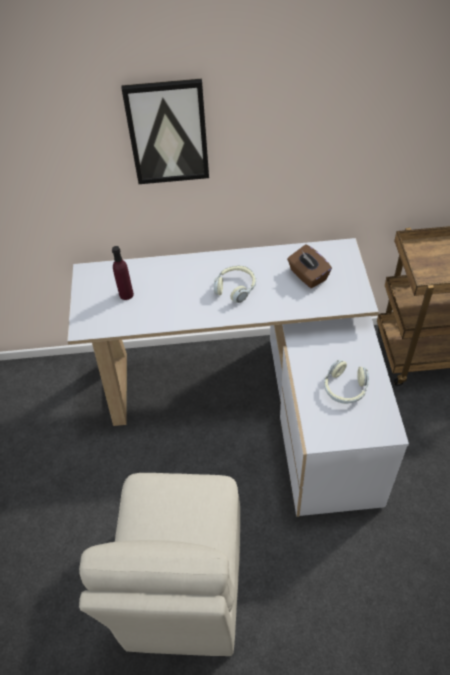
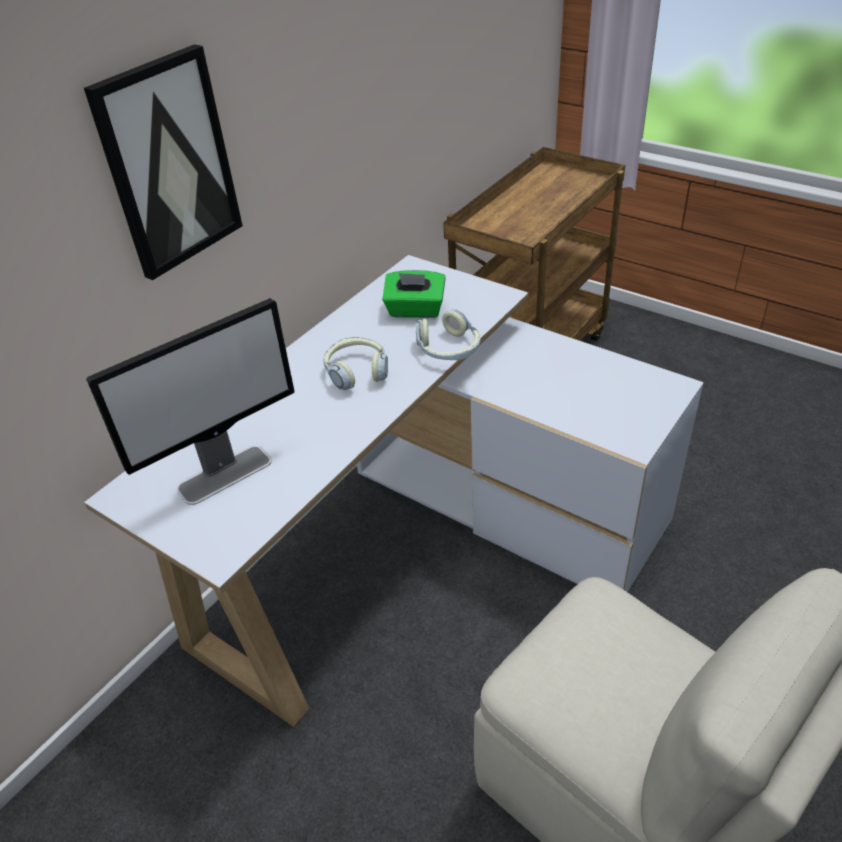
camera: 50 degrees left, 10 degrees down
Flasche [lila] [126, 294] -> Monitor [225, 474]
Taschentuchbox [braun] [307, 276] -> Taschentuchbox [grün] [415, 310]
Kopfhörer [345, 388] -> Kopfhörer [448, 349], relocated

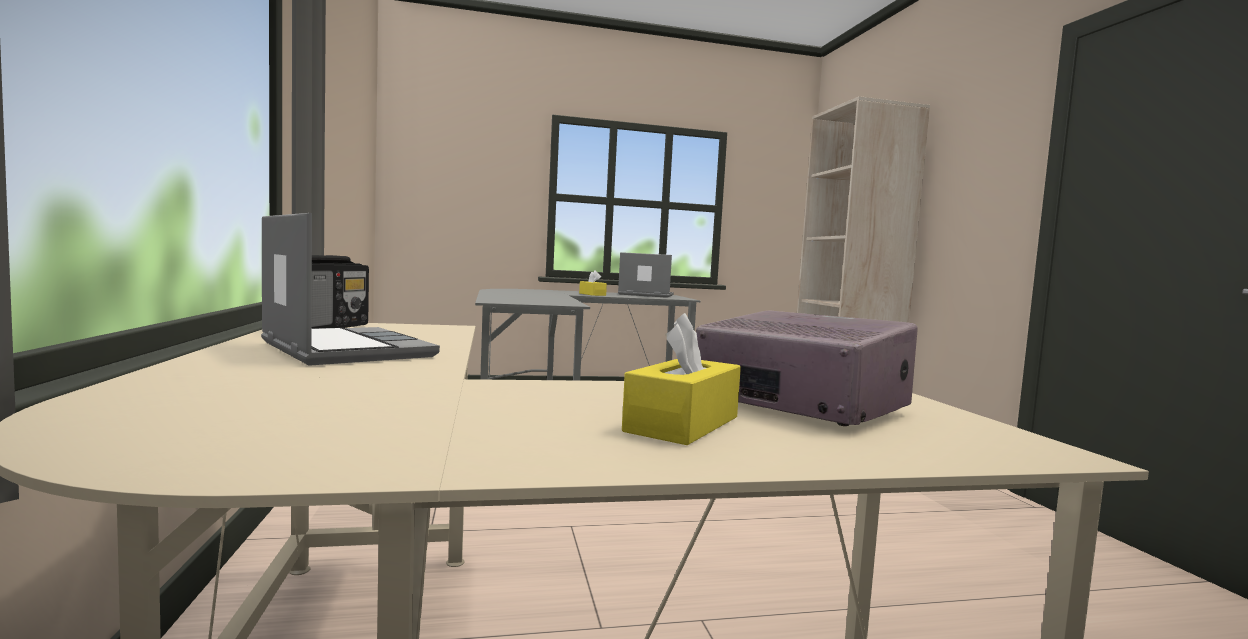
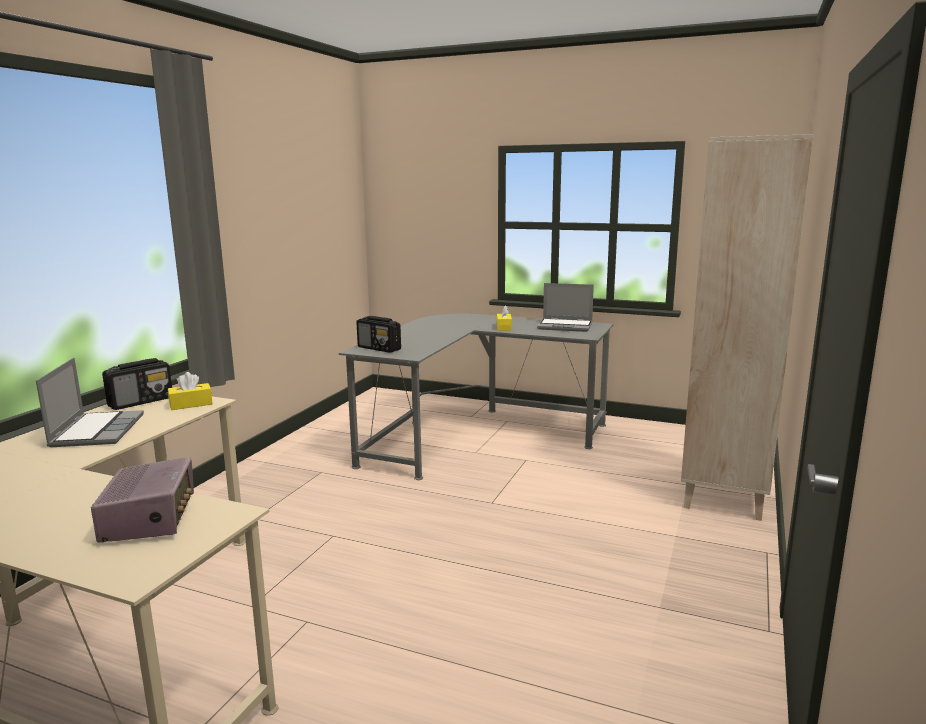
camera: 35 degrees right, 10 degrees up
Taschentuchbox [gelb] [682, 424] -> Taschentuchbox [gelb] [191, 404], relocated
none -> Radio [379, 348]
Laptop [645, 295] -> Laptop [566, 326], 150 degrees clockwise

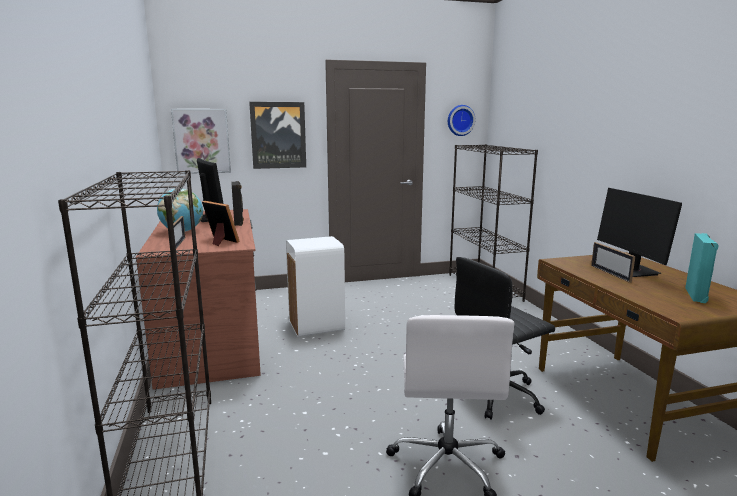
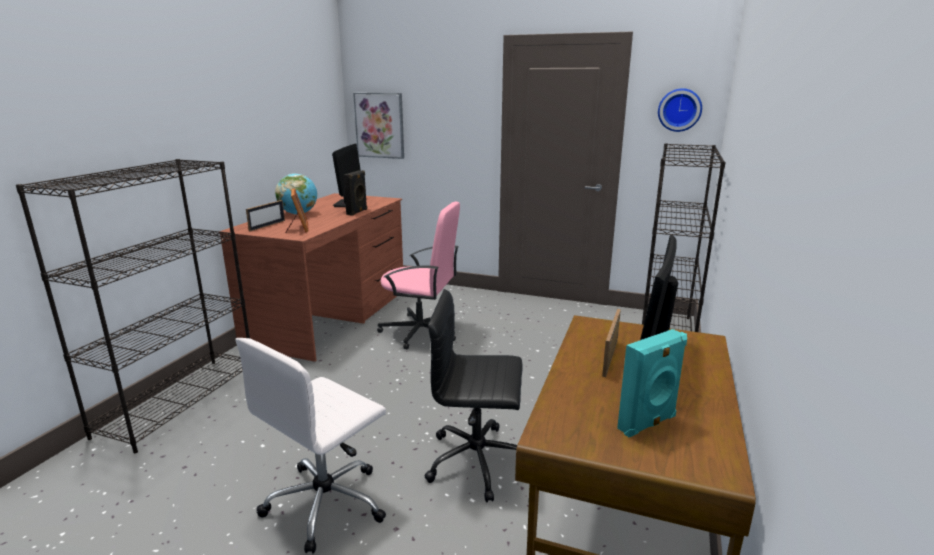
camera: 35 degrees right, 5 degrees up
Mülleimer [weiß] [317, 326] -> Bürostuhl [rosa] [421, 331]
Bild [278, 135] -> none

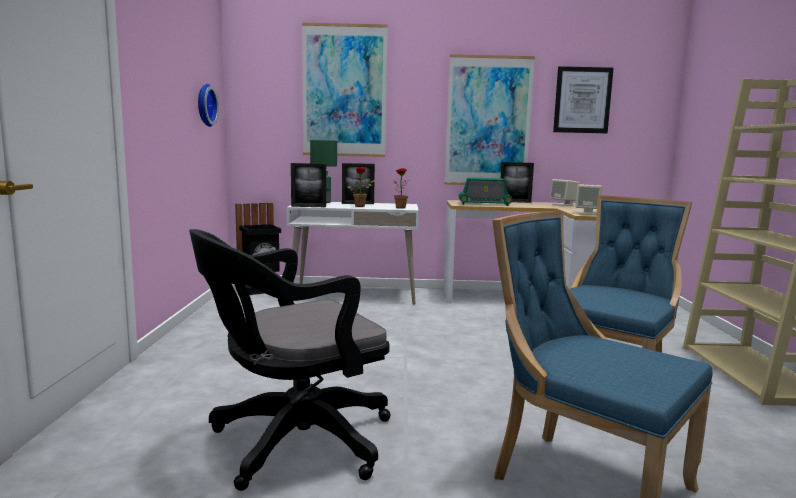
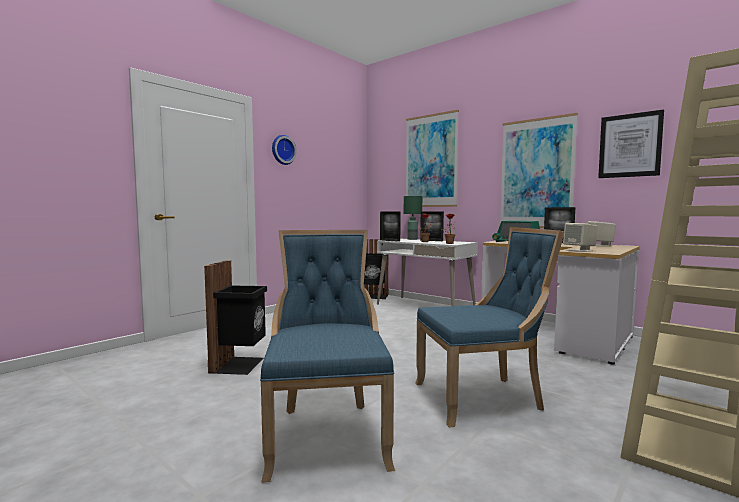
camera: 40 degrees right, 5 degrees down
Bürostuhl [schwarz] [293, 443] -> Mülleimer [schwarz] [240, 365]
Wanduhr [204, 105] -> Wanduhr [282, 150], relocated

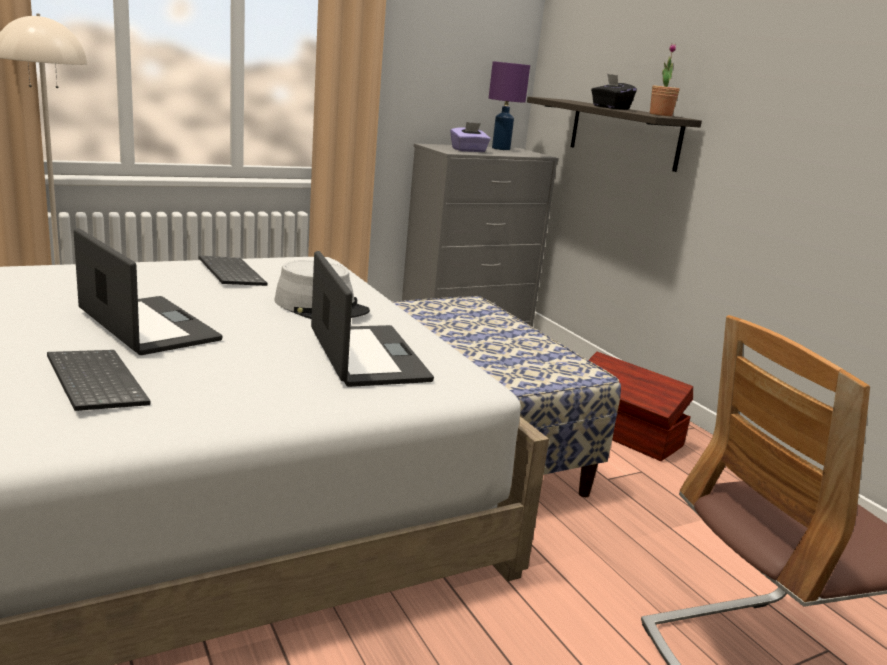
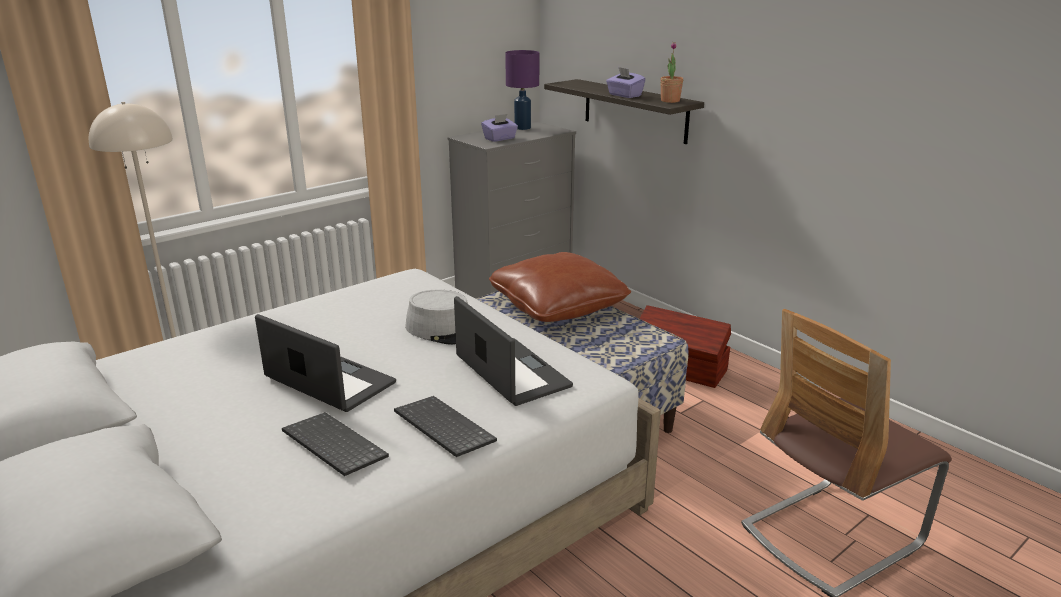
camera: 10 degrees left, 5 degrees up
Tastatur [229, 273] -> Tastatur [441, 428], relocated
none -> Kissen [braun] [558, 306]
Taschentuchbox [schwarz] [610, 108] -> Taschentuchbox [lila] [624, 95]

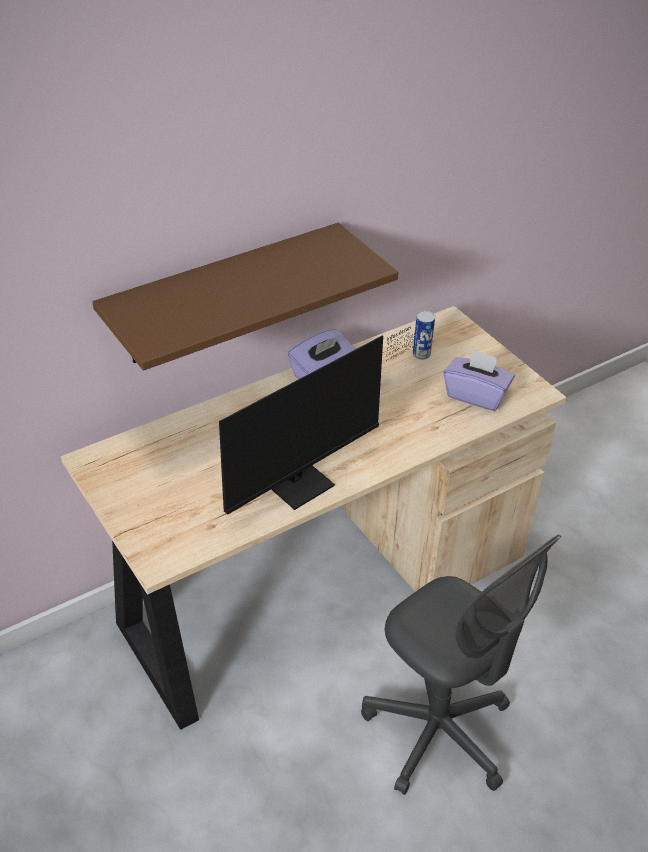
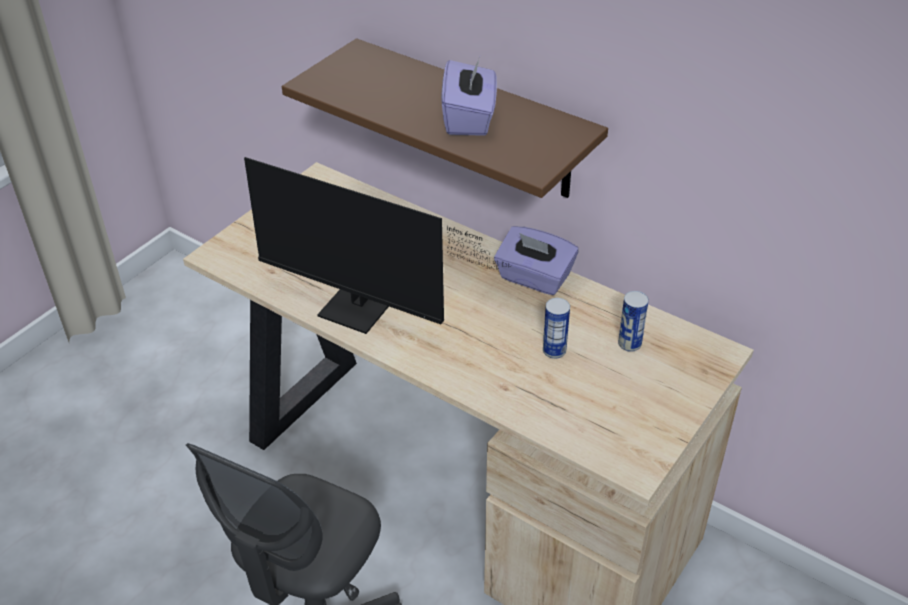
camera: 70 degrees right, 0 degrees up
Taschentuchbox [lila] [476, 395] -> Taschentuchbox [lila] [469, 118], relocated
none -> Dose [554, 351]

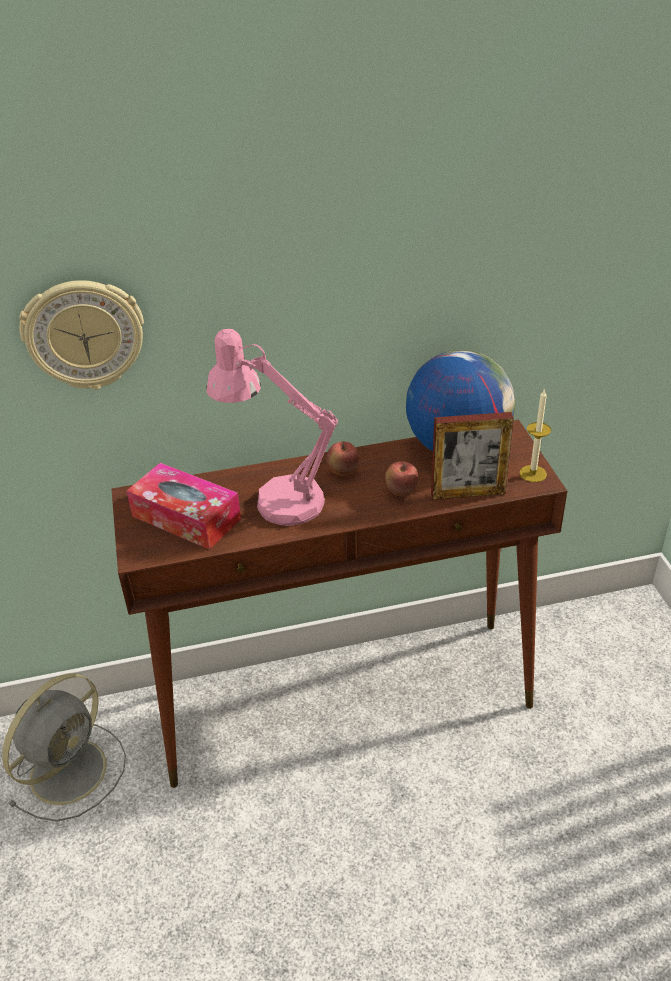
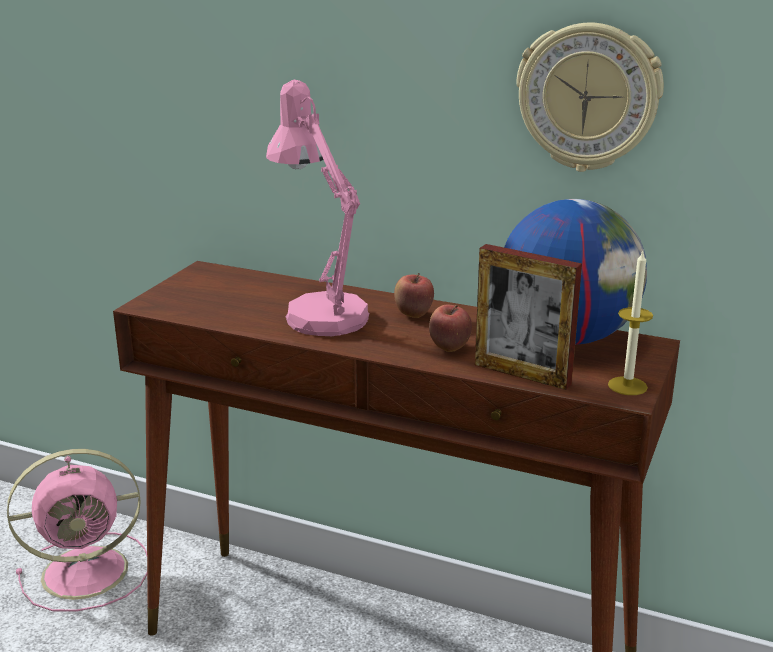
camera: 35 degrees right, 15 degrees down
Ventilator [grau] [71, 769] -> Ventilator [rosa] [89, 571]
Wanduhr [84, 334] -> Wanduhr [588, 97], relocated
Taschentuchbox [186, 517] -> none

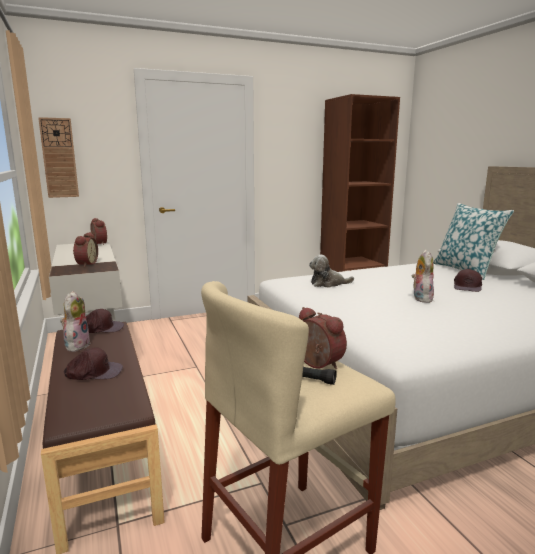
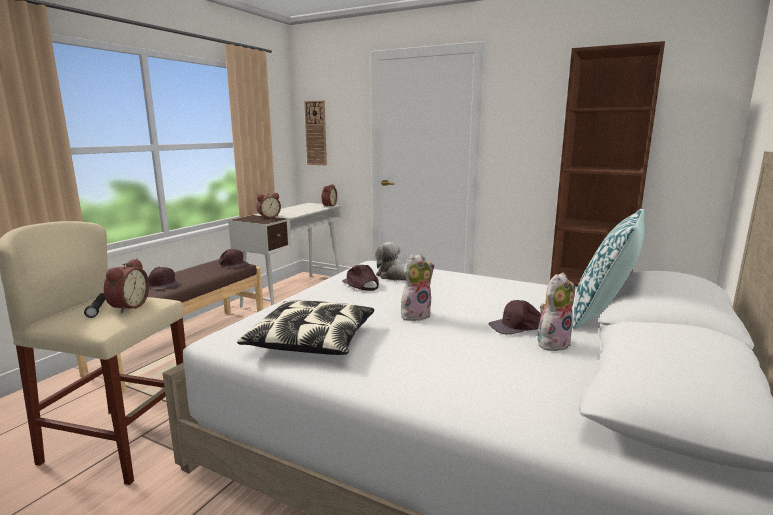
camera: 50 degrees right, 0 degrees up
none -> Kissen [312, 340]
none -> Kappe [braun] [360, 284]
Plüschtier [76, 345] -> Plüschtier [552, 343], relocated

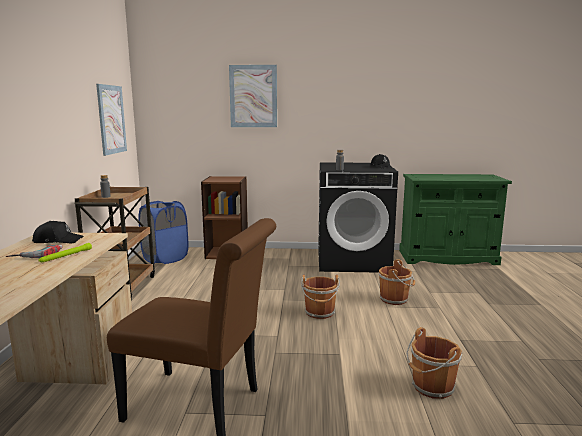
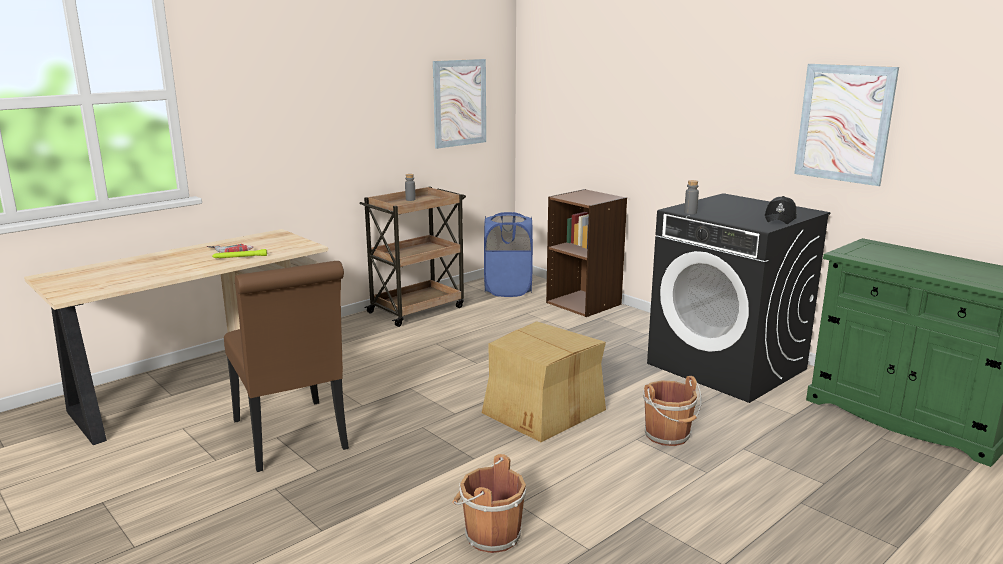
camera: 45 degrees right, 5 degrees up
Eimer [braun] [320, 313] -> Karton [542, 411]
Bild [253, 96] -> Bild [844, 123], relocated
Kappe [schwarz] [58, 240] -> none

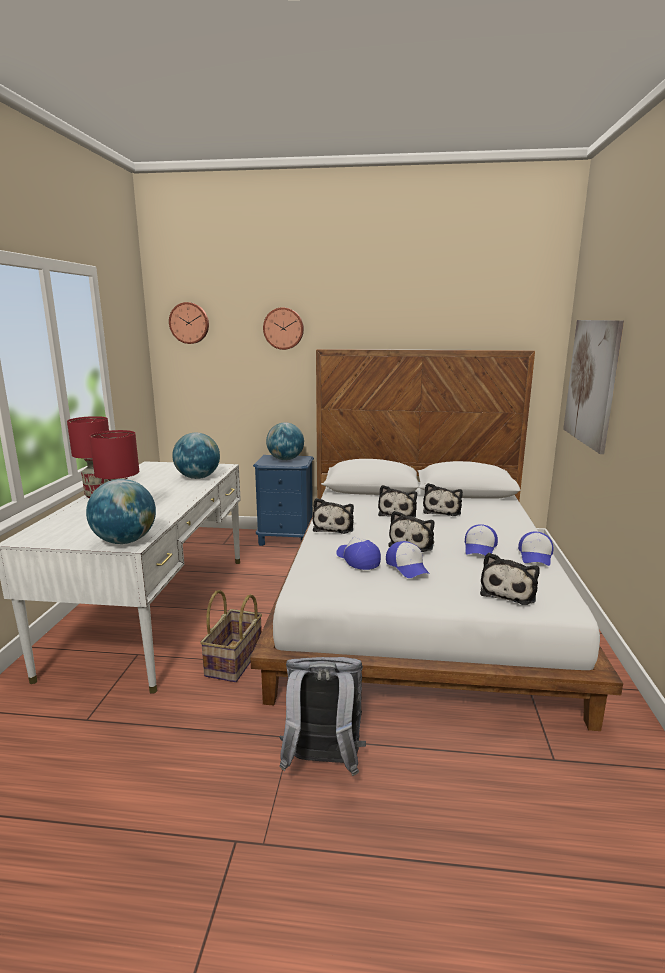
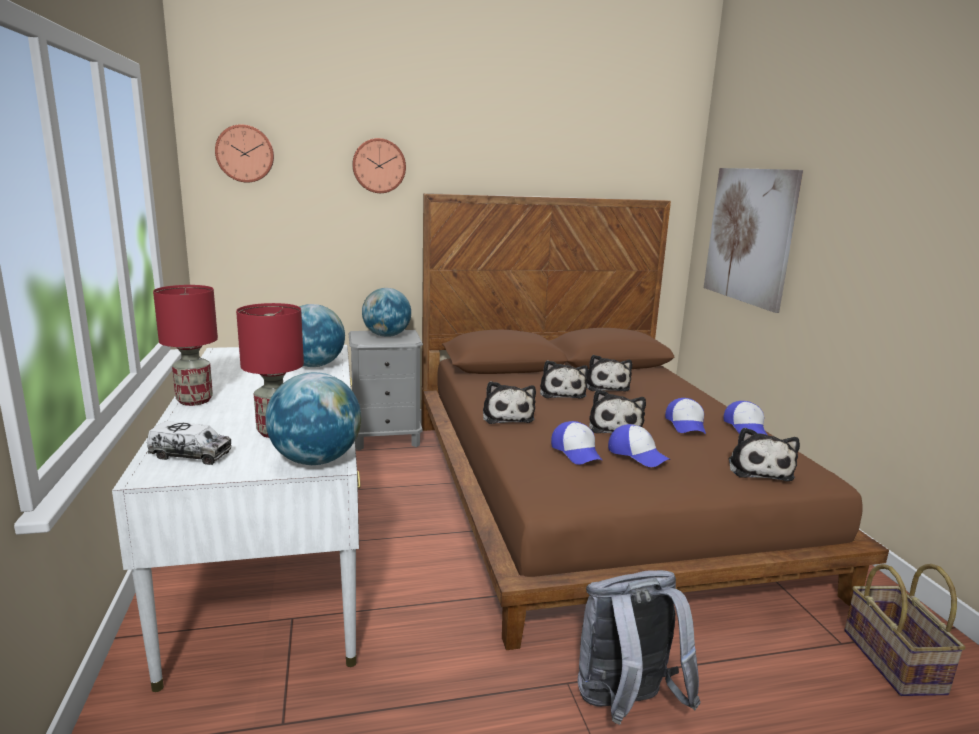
camera: 20 degrees left, 0 degrees up
none -> Spielzeuglaster [191, 455]
Nachttisch [blau] [286, 539] -> Nachttisch [grau] [386, 438]
Bett [weiß] [419, 602] -> Bett [braun] [595, 496]
Kappe [357, 559] -> Kappe [577, 452], 150 degrees counterclockwise
Korb [235, 661] -> Korb [895, 661], relocated

